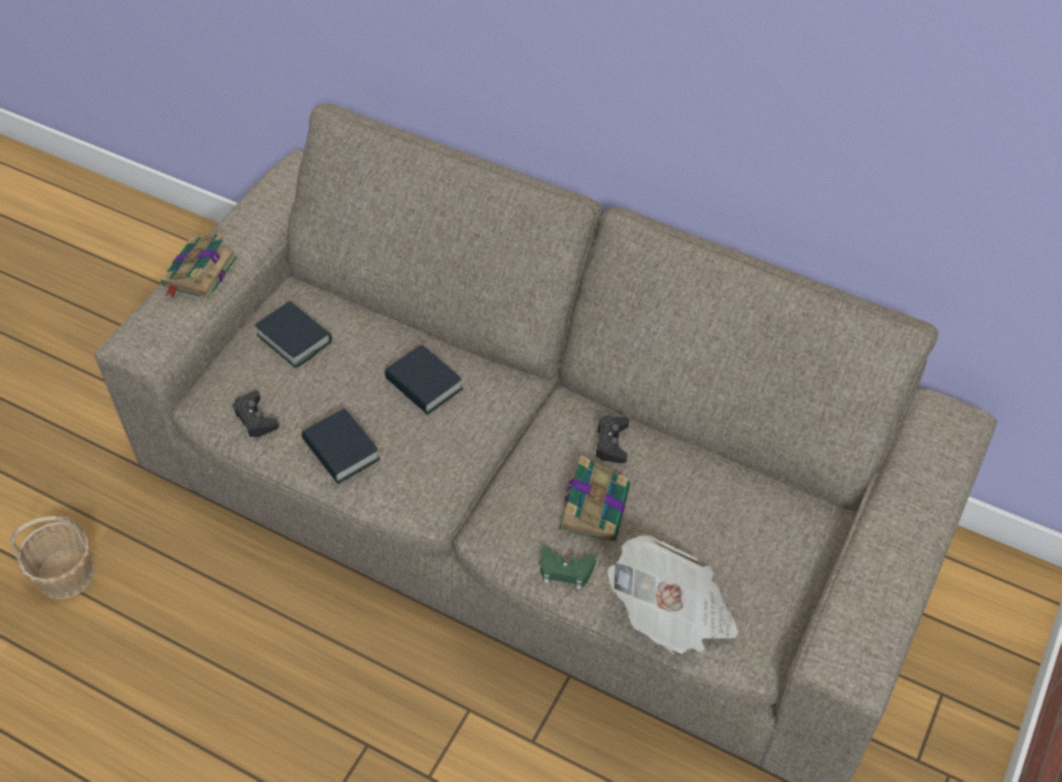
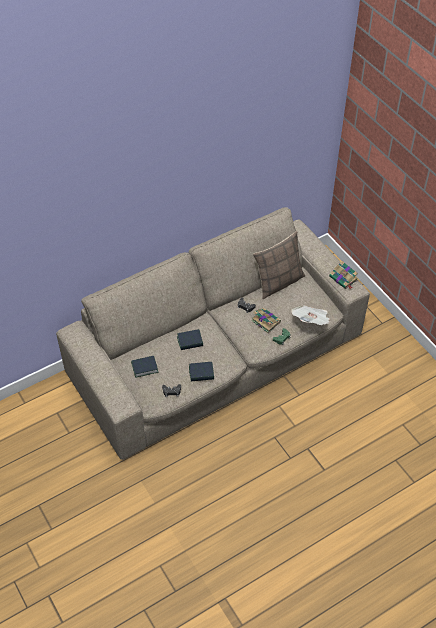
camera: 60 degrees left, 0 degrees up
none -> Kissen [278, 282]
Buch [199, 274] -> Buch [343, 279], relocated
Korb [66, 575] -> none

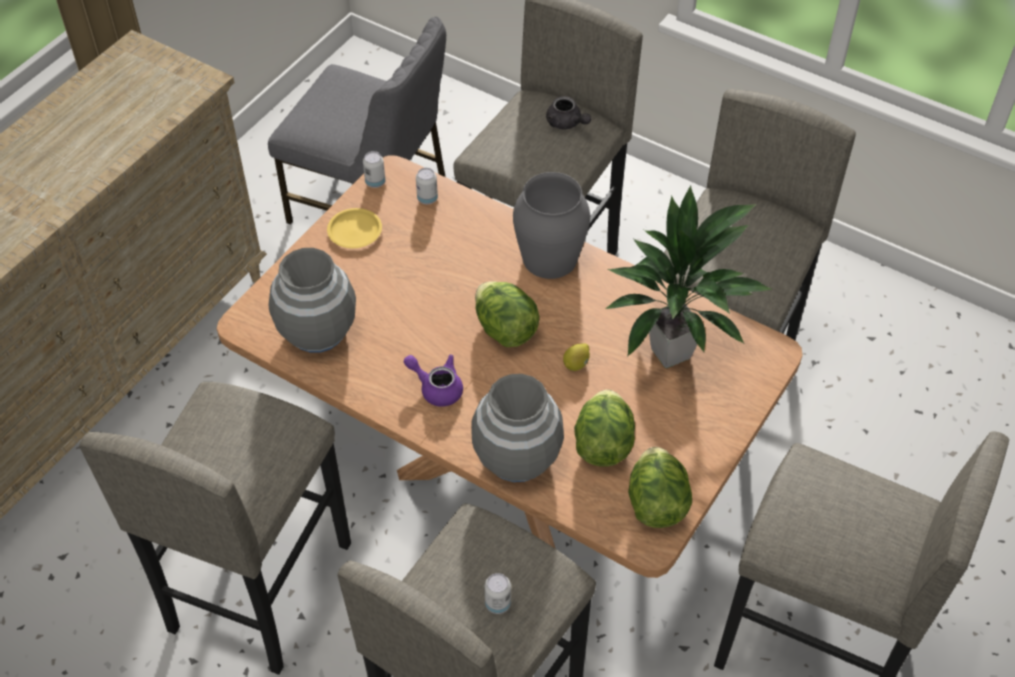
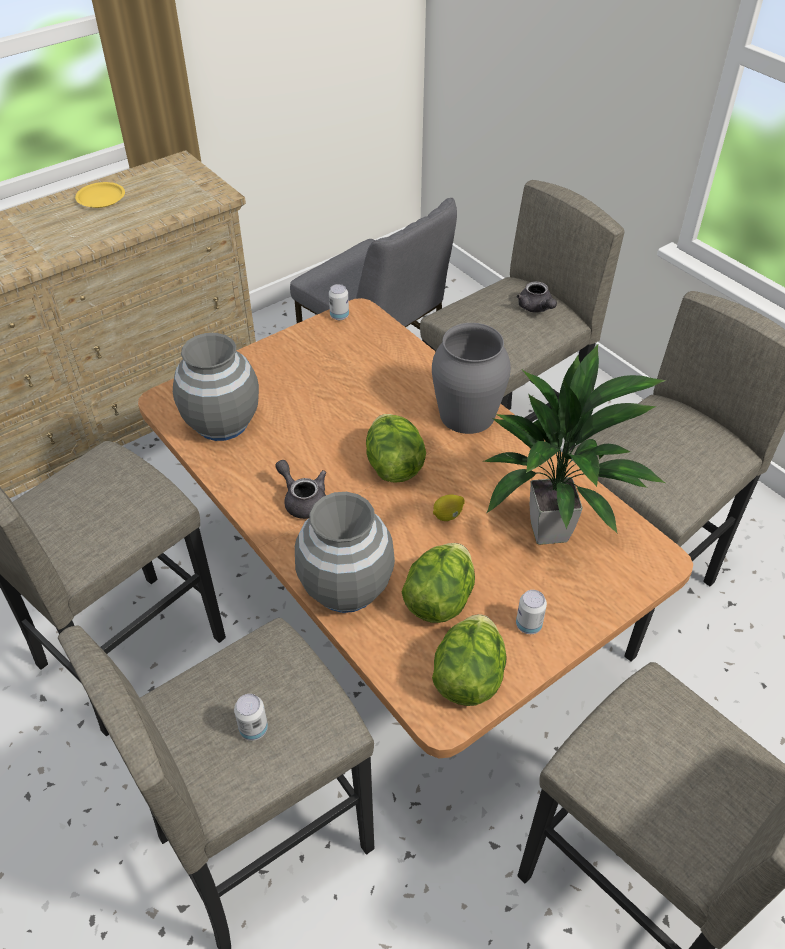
camera: 20 degrees right, 5 degrees down
Teller [gelb] [354, 231] -> Teller [gelb] [101, 198], relocated
Teekanne [lila] [437, 388] -> Teekanne [grau] [302, 500]
Dose [427, 199] -> Dose [528, 625], relocated

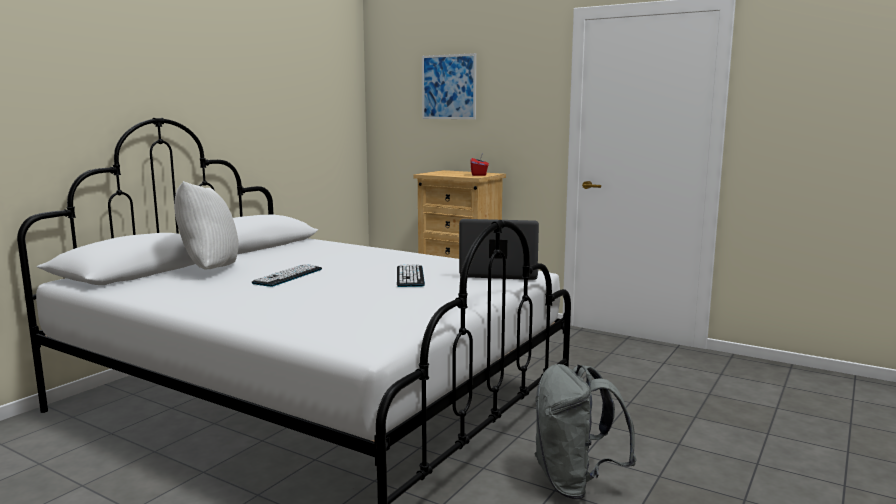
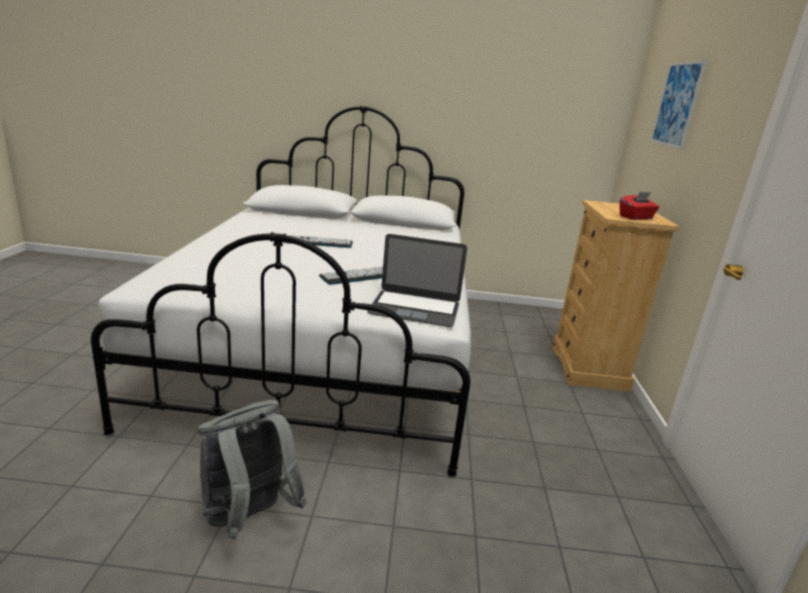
camera: 60 degrees right, 10 degrees up
Laptop [500, 272] -> Laptop [415, 308], 120 degrees clockwise
Kissen [weiß] [208, 269] -> none

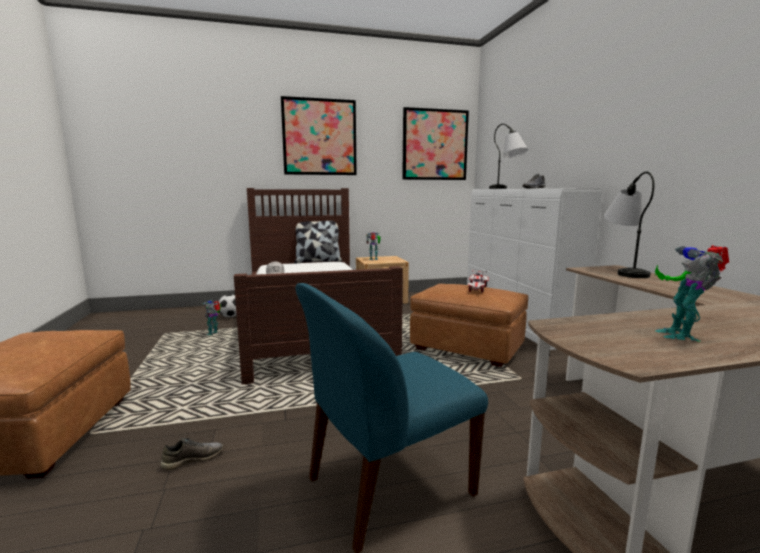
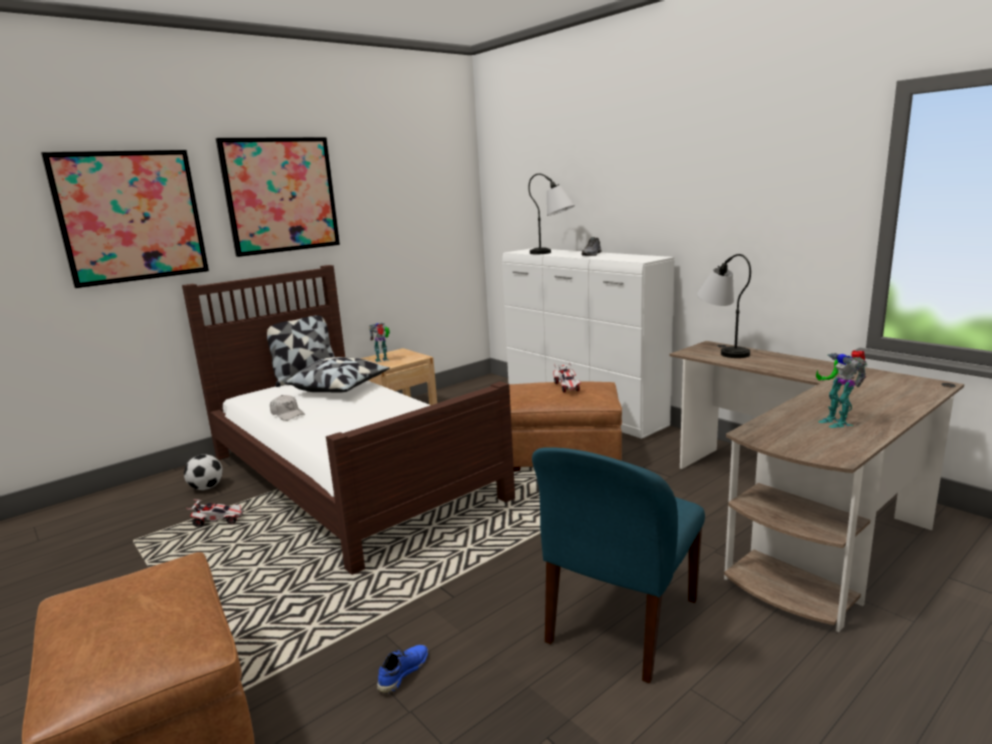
camera: 25 degrees left, 5 degrees up
Bild [435, 145] -> Bild [131, 216], relocated
Spielzeugroboter [214, 334] -> Spielzeugauto [218, 521]
none -> Kissen [341, 389]
Schuh [grau] [193, 459] -> Schuh [blau] [402, 672]

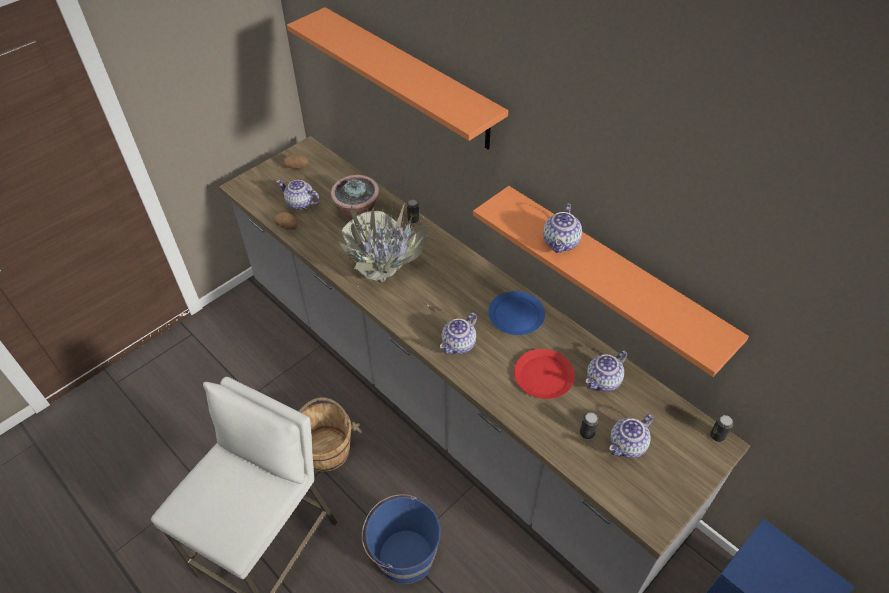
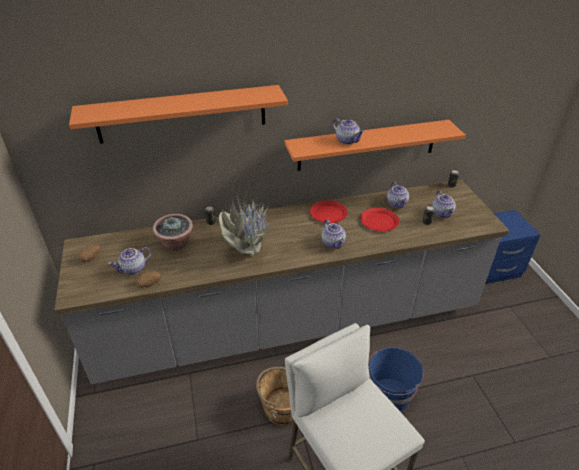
camera: 60 degrees left, 10 degrees down
Teller [blau] [516, 315] -> Teller [rot] [328, 213]

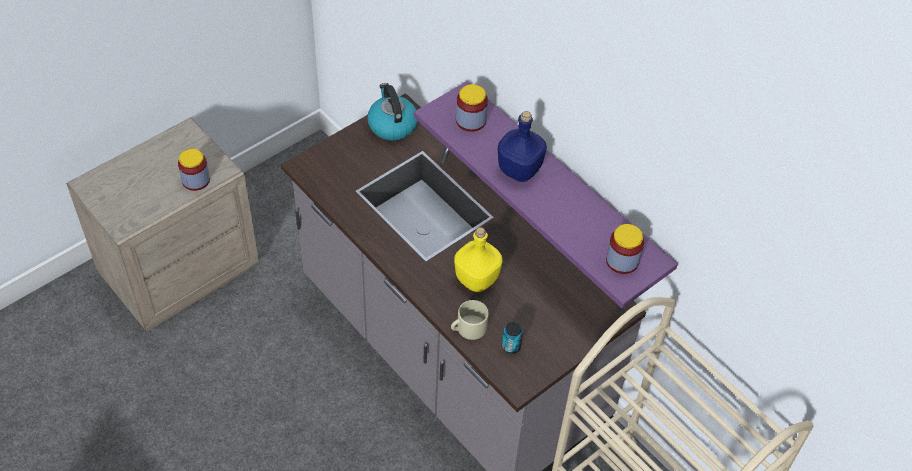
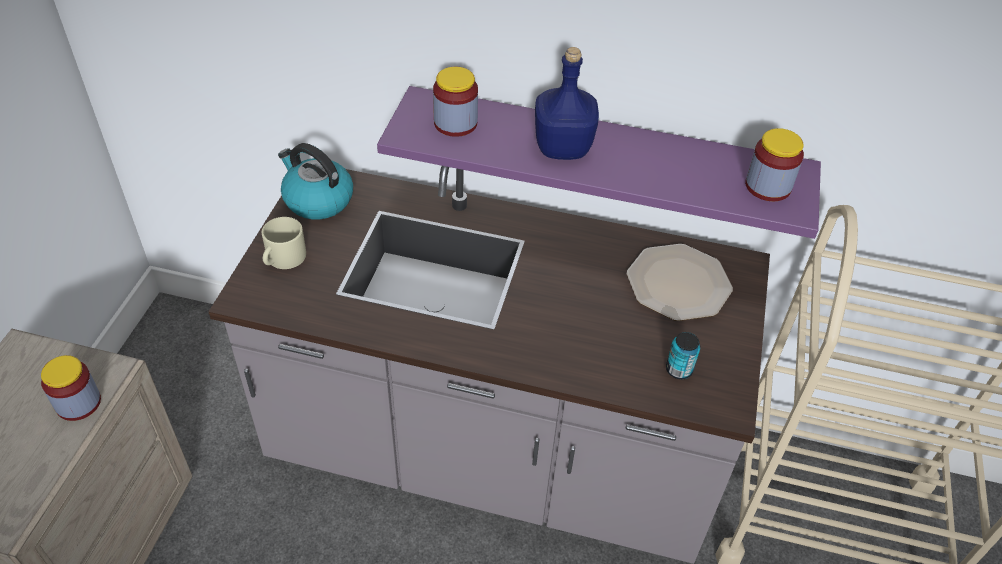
camera: 35 degrees left, 5 degrees down
Henkelbecher [beige] [468, 328] -> Henkelbecher [beige] [283, 258], relocated
none -> Teller [679, 283]
Flasche [gelb] [477, 278] -> none

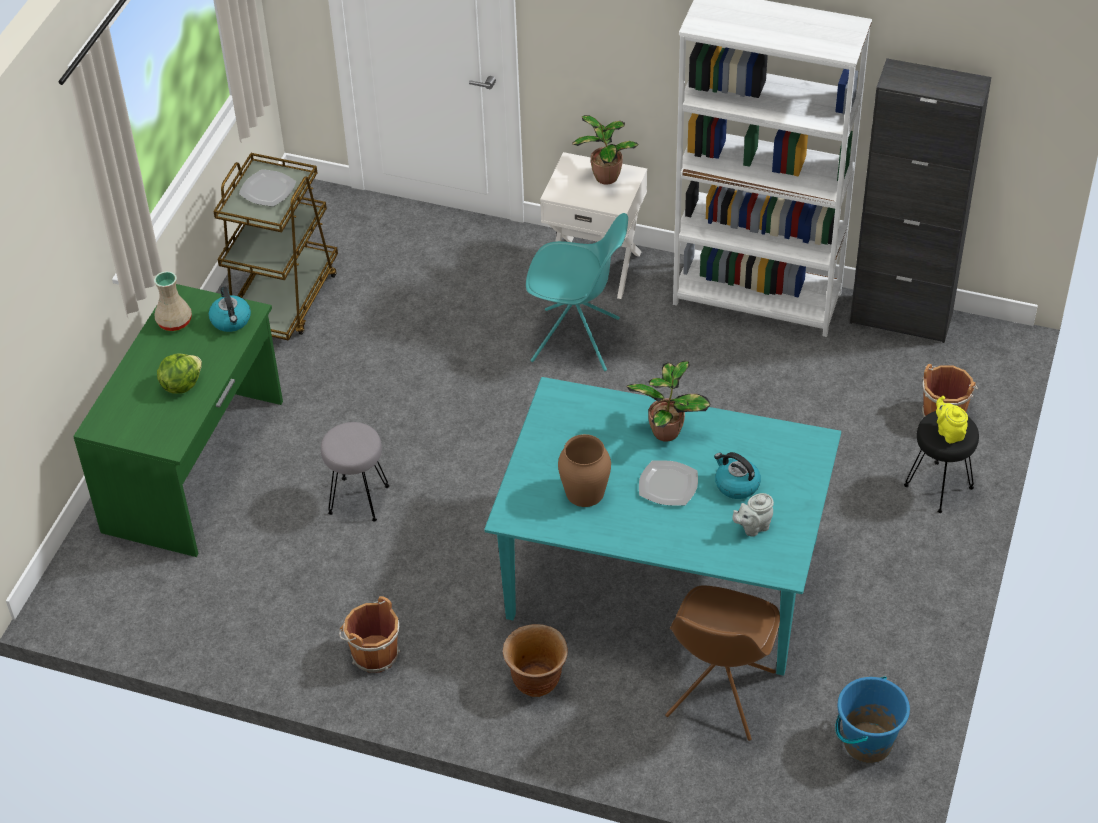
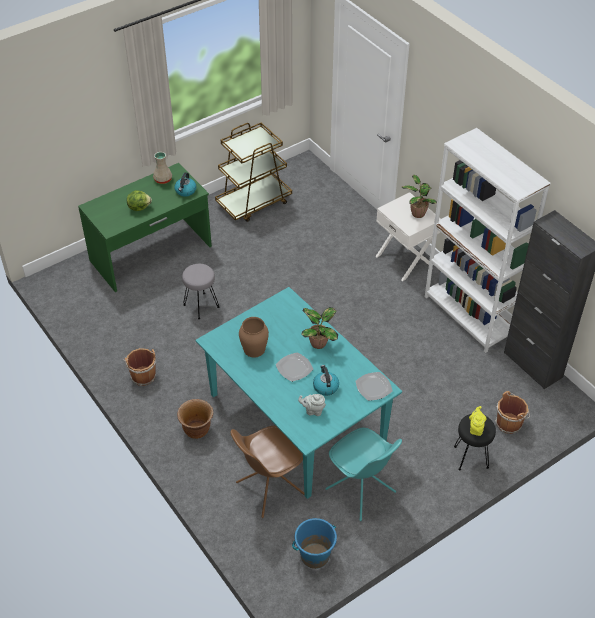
camera: 35 degrees right, 0 degrees up
Stuhl [türkis] [577, 340] -> Stuhl [türkis] [361, 491], relocated
Teller [267, 189] -> Teller [373, 387], relocated

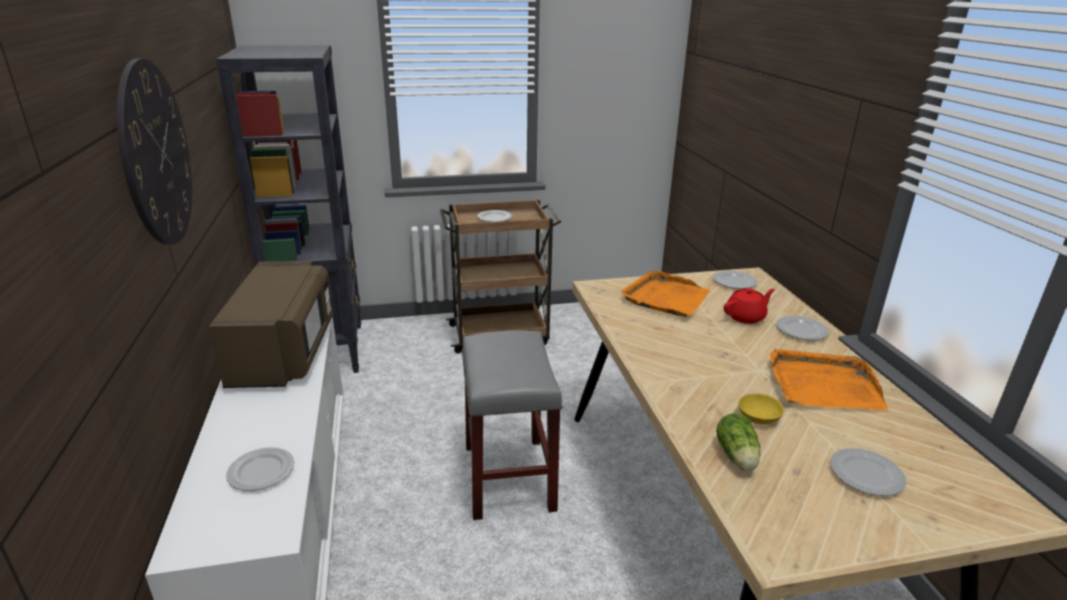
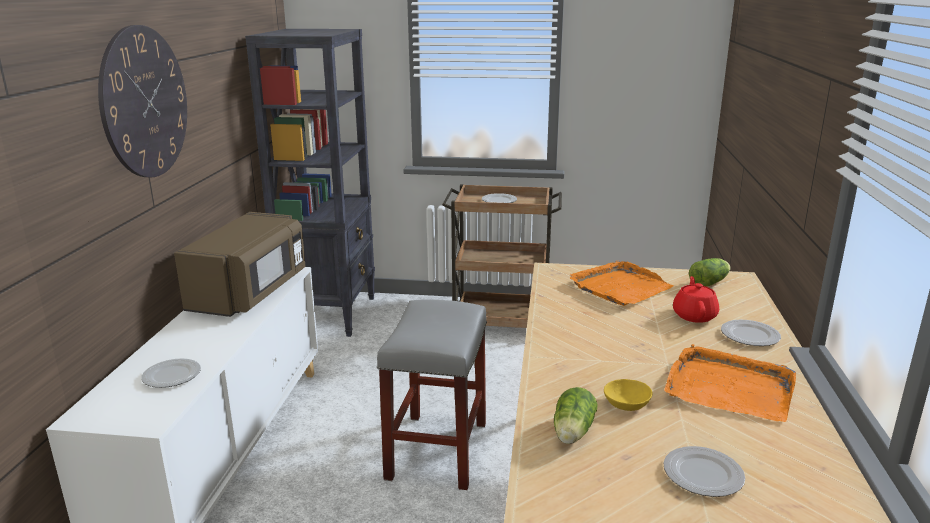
camera: 20 degrees right, 5 degrees down
Teekanne [rot] [746, 317] -> Teekanne [rot] [694, 315], 75 degrees counterclockwise
Teller [734, 282] -> Salatkopf [710, 282]

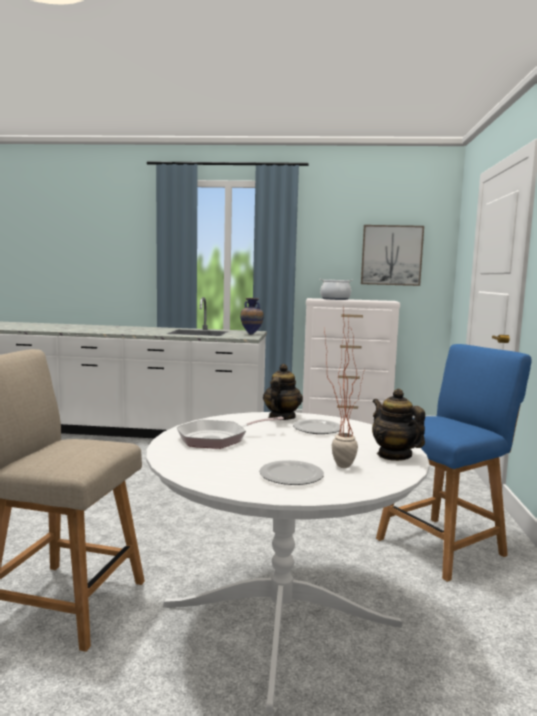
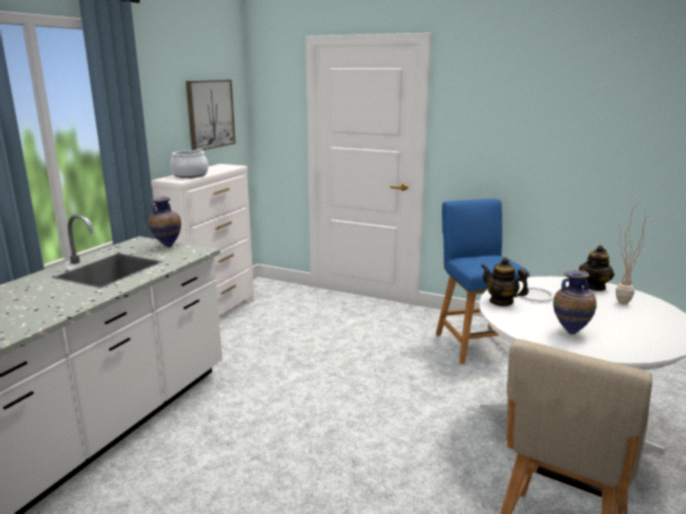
camera: 70 degrees left, 10 degrees up
Pfanne [217, 439] -> Vase [570, 332]
Teekanne [394, 455] -> Teekanne [594, 286], 45 degrees counterclockwise
Teller [292, 475] -> none

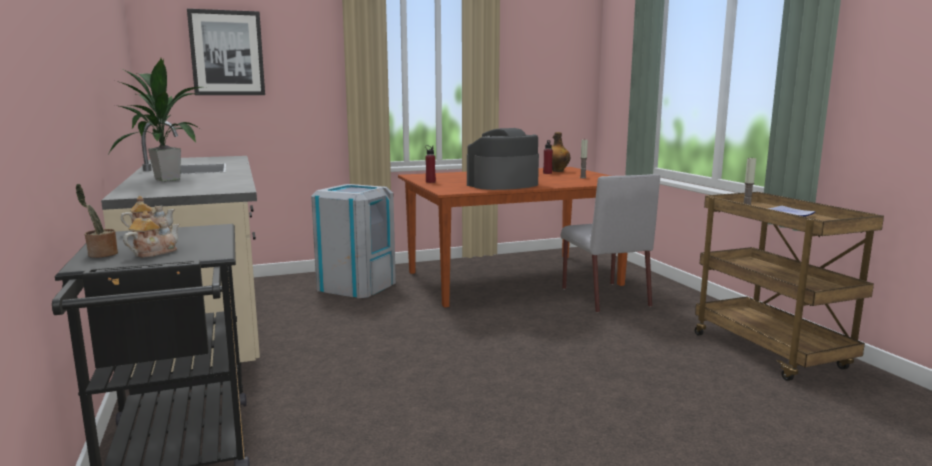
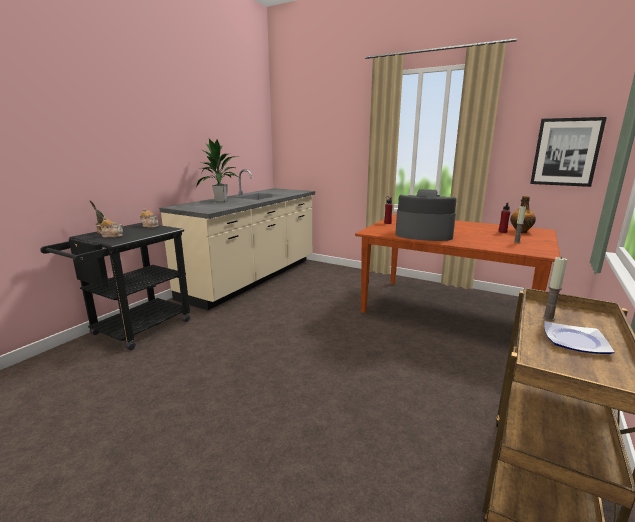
camera: 50 degrees right, 5 degrees up
Bild [227, 53] -> Bild [566, 152], relocated
Mülleimer [grau] [356, 285] -> none
Stuhl [grau] [604, 296] -> none

